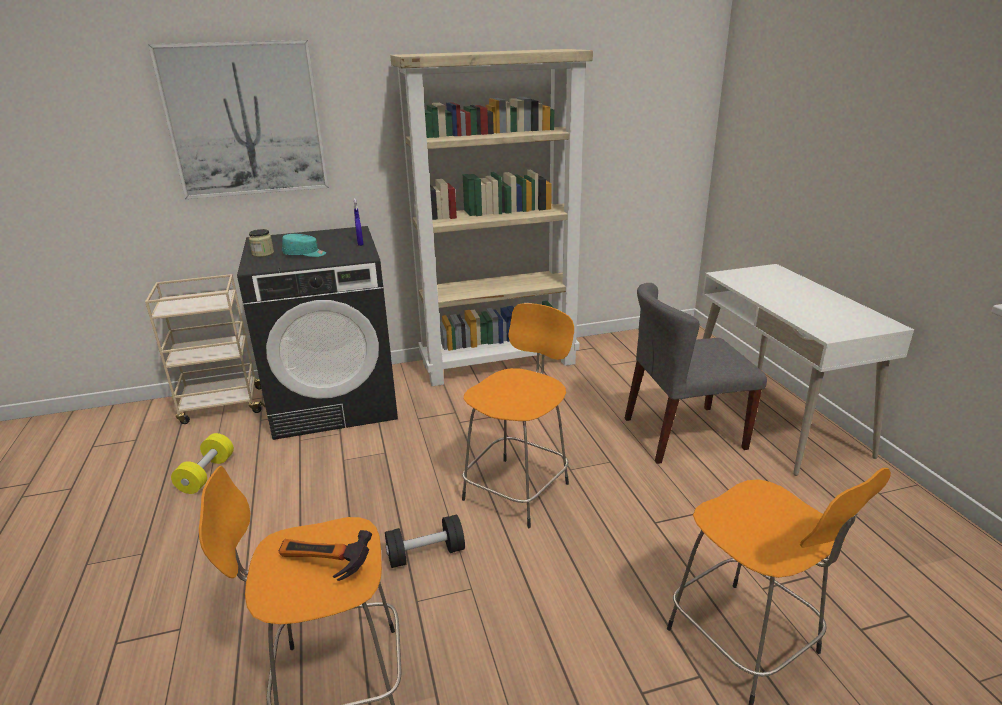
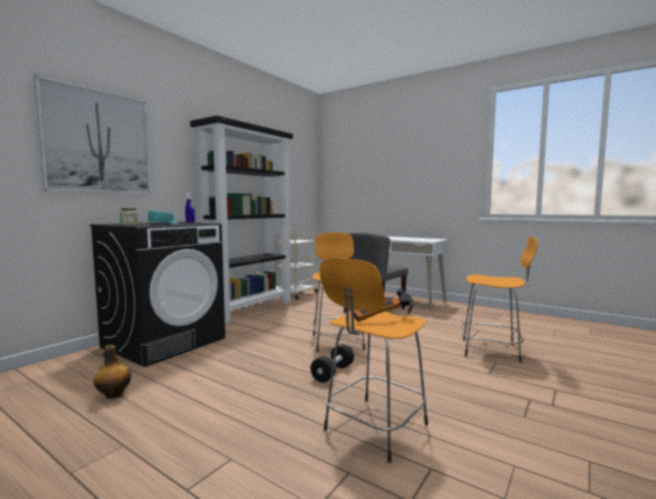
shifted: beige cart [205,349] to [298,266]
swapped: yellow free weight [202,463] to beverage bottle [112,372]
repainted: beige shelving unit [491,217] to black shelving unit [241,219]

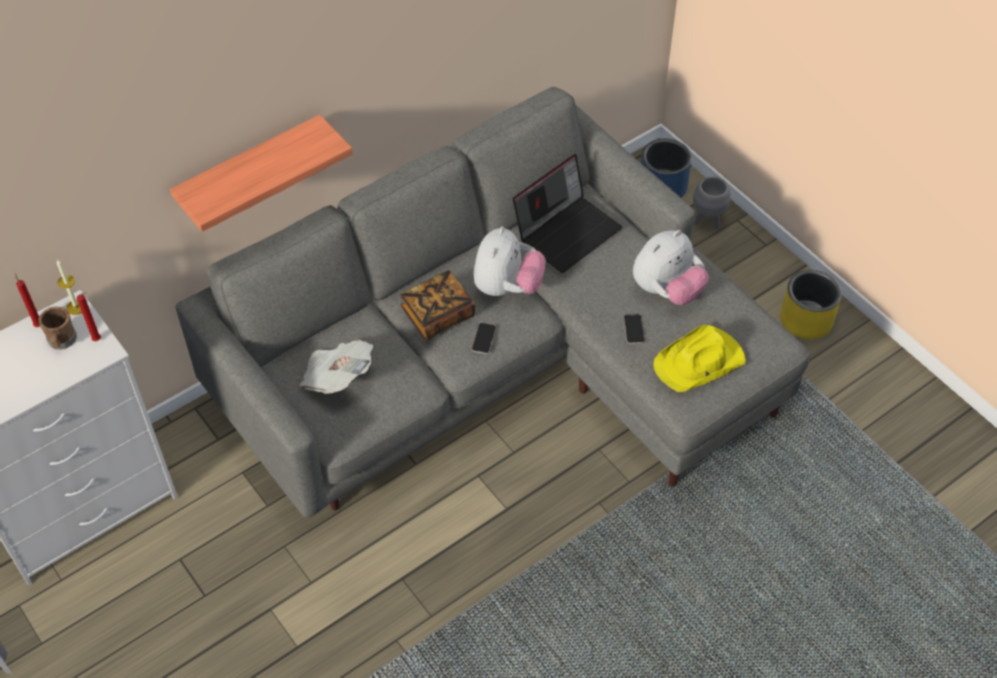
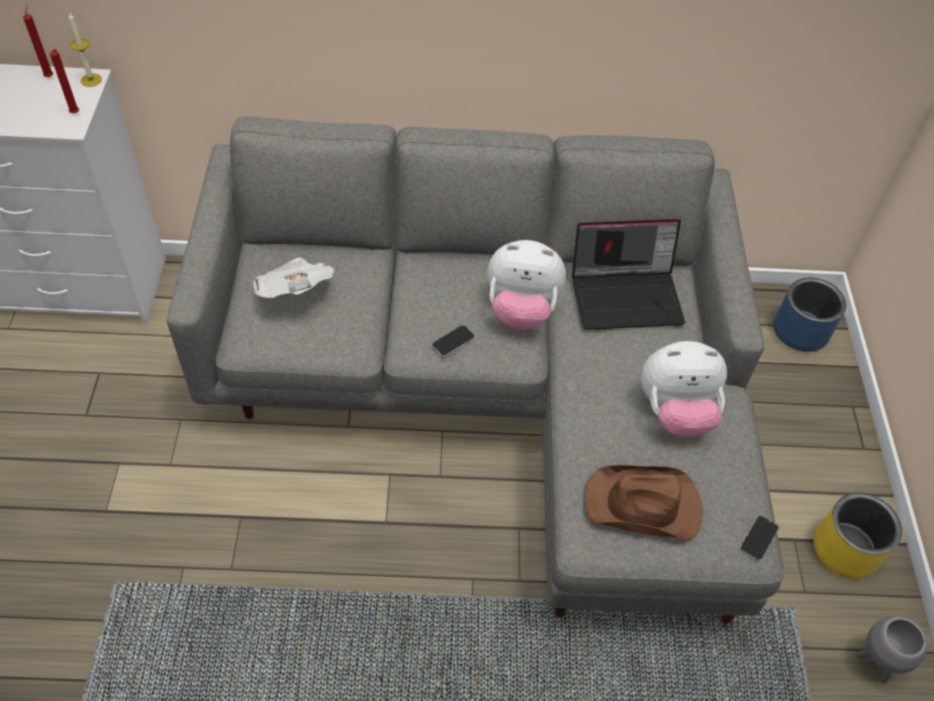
gone: brown mug [57,328]; bracket shelf [261,173]; bound book [437,305]
shifted: phone [634,329] to [759,538]; greyish plant pot [712,202] to [891,649]
repainted: yellow clothing hat [699,358] to brown clothing hat [644,502]
rotated: cuddly toy [509,261] = [527,285] 45 degrees clockwise

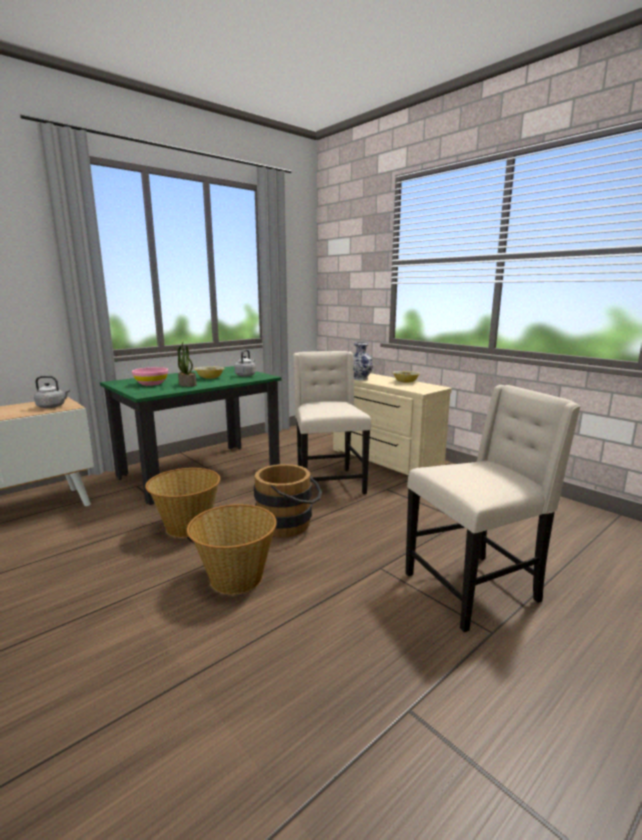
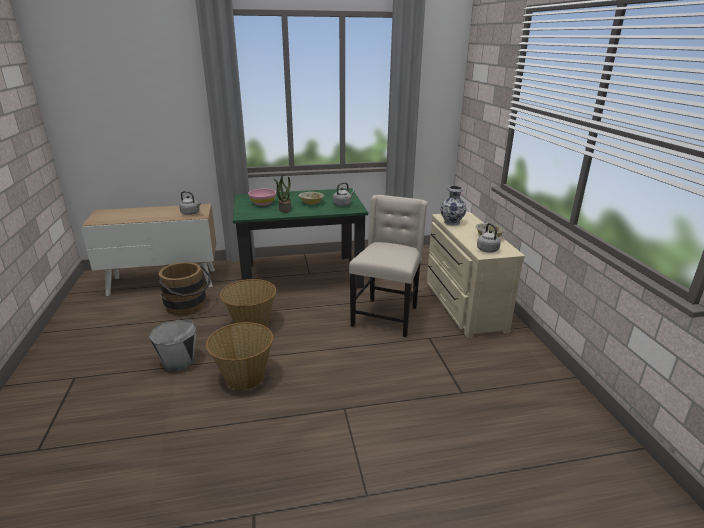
gone: beige plain chair [493,508]
new: greyish bucket [173,345]; greyish water kettle [489,238]
shifted: brown bucket [288,500] to [185,288]

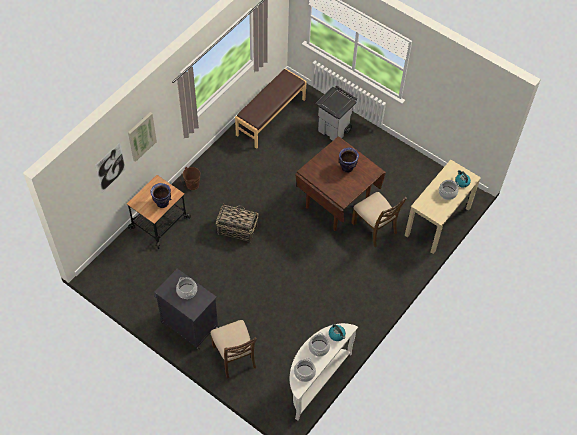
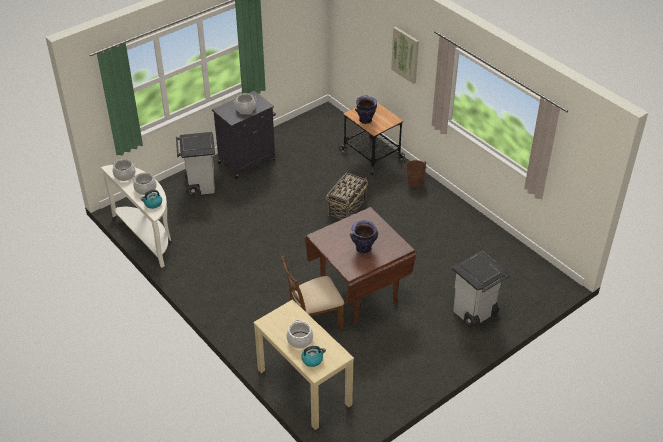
gone: wall art [110,167]; brown long seat [271,108]
swapped: brown plain chair [233,349] to greyish waste bin [195,164]

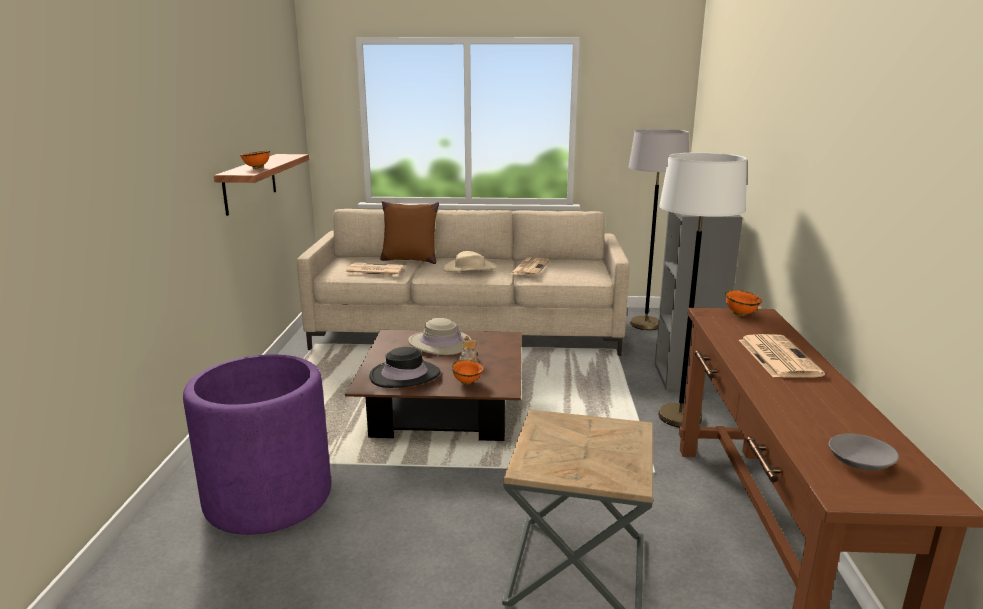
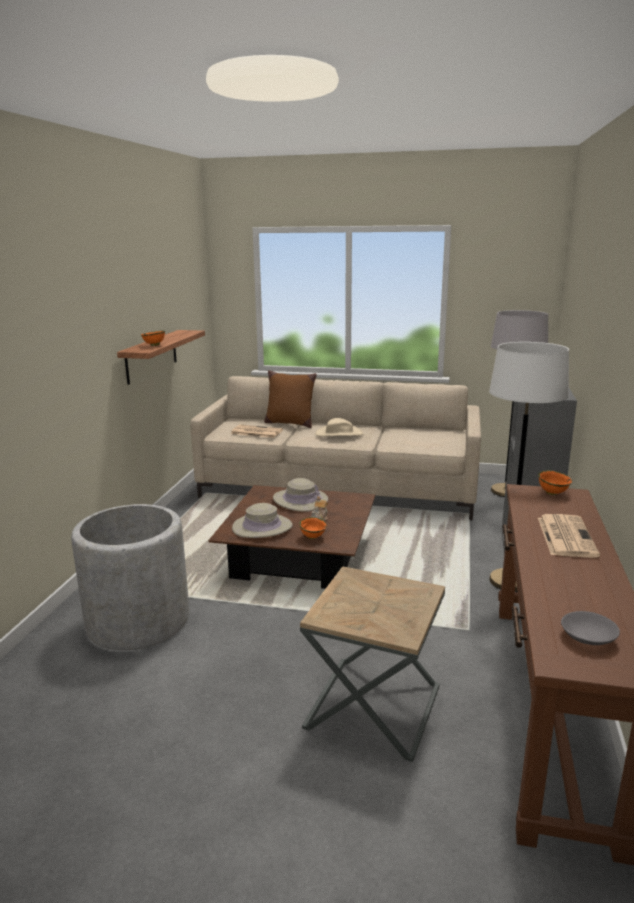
gone: printed paper [530,267]
repainted: purple-coloured plant pot [257,444] to greyish plant pot [130,577]; black clothing hat [404,367] to beige clothing hat [262,520]

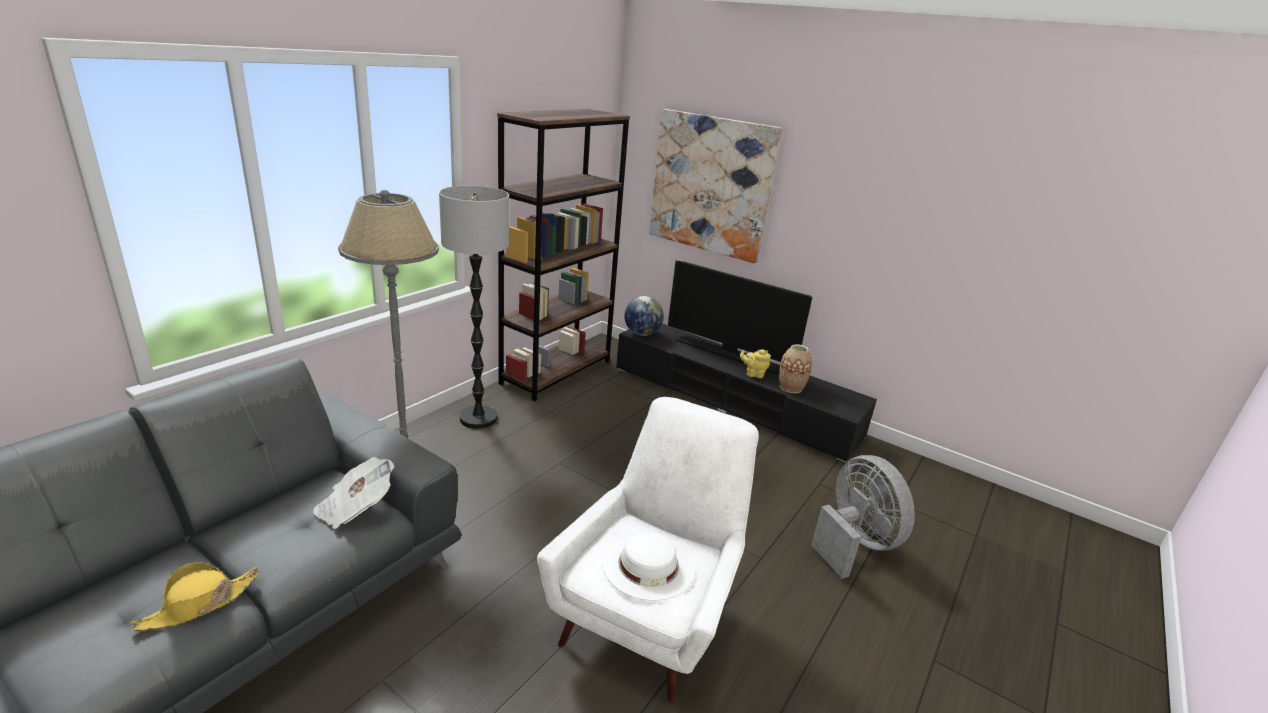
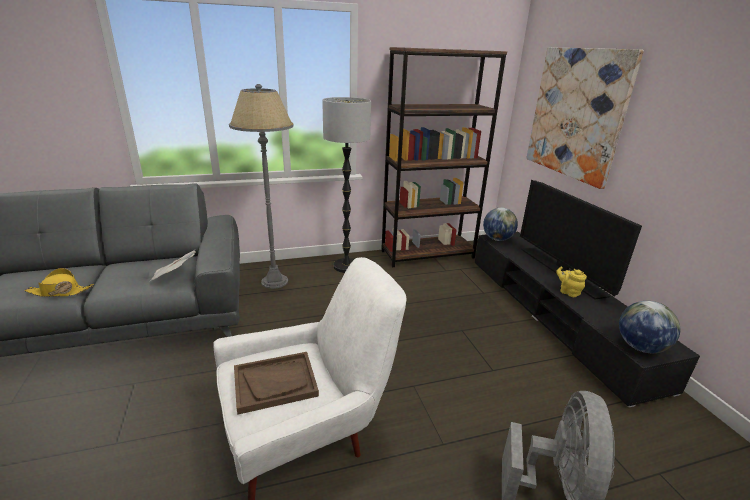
gone: decorative vase [795,368]
new: globe [649,327]
swapped: whitish clothing hat [648,566] to brown tray [276,383]

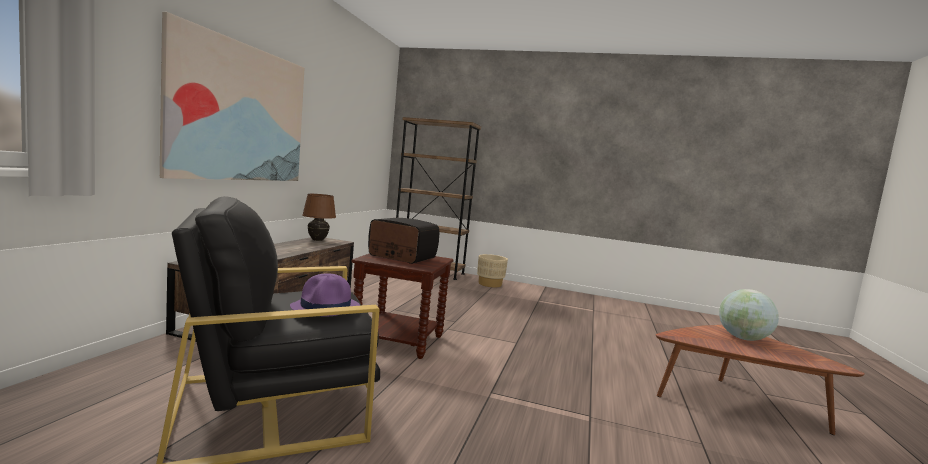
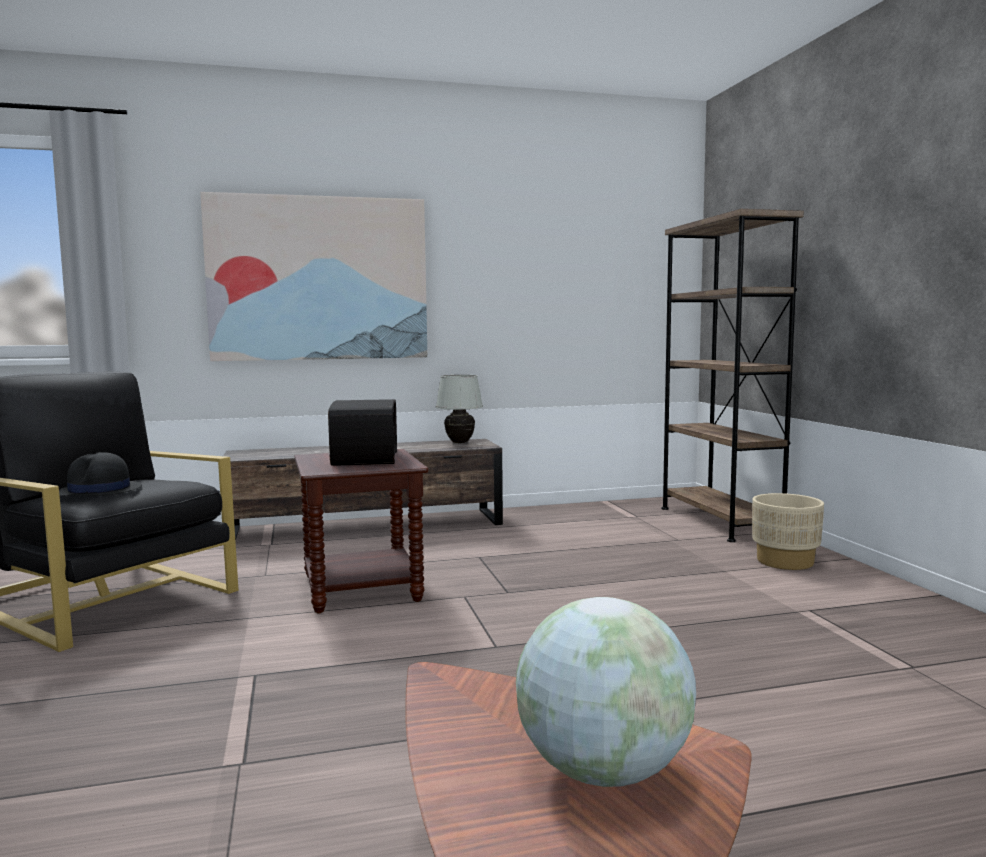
repainted: purple-coloured clothing hat [325,295] to black clothing hat [100,474]; brown table lamp [319,217] to whitish table lamp [459,409]

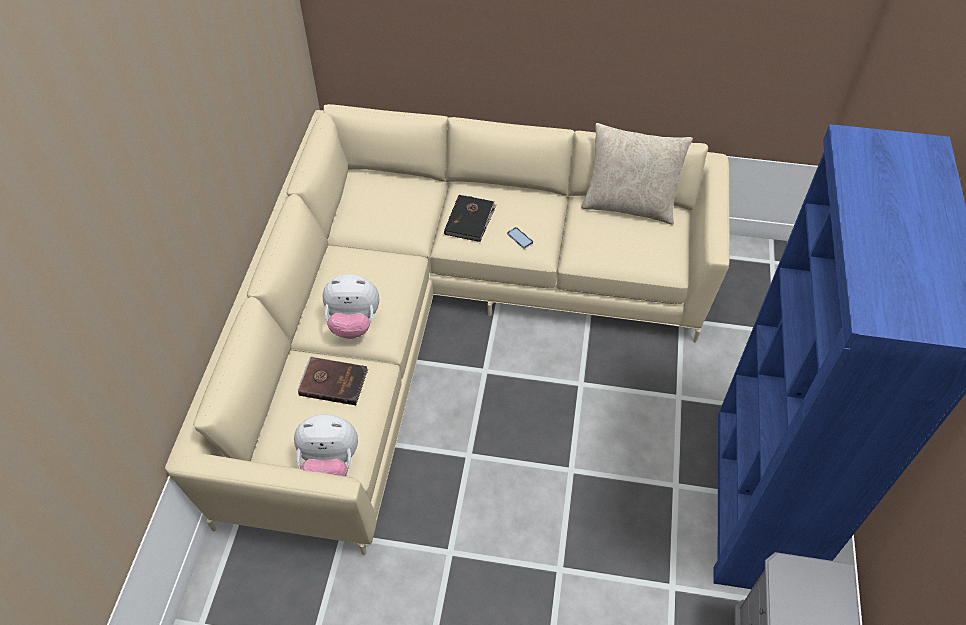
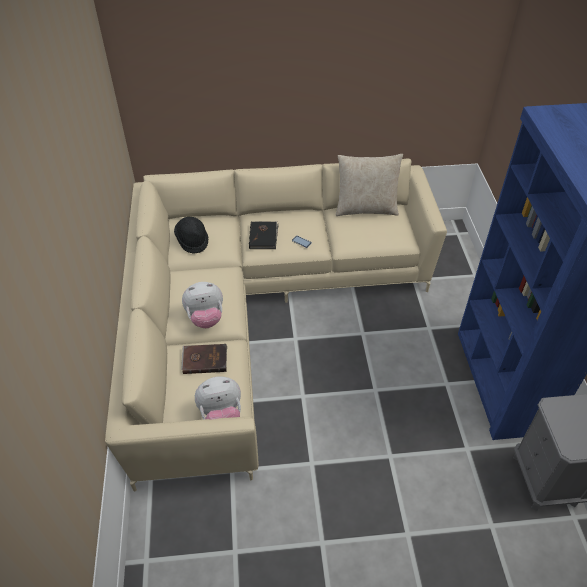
new: black clothing hat [191,235]

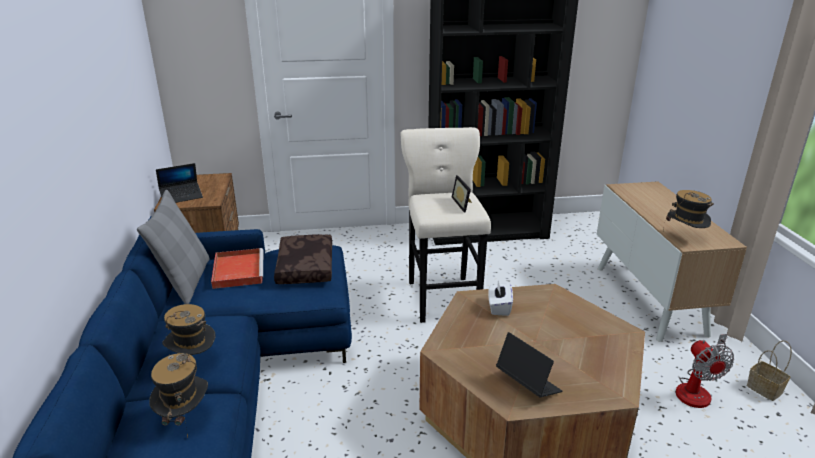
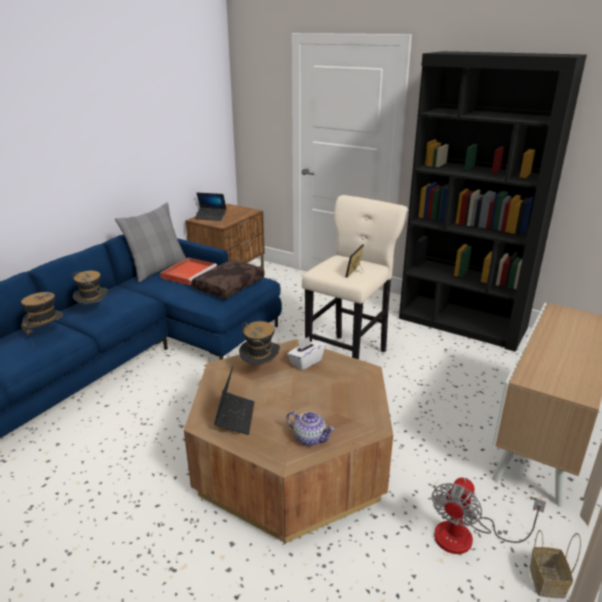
new: teapot [310,428]
shifted: clothing hat [688,210] to [259,343]

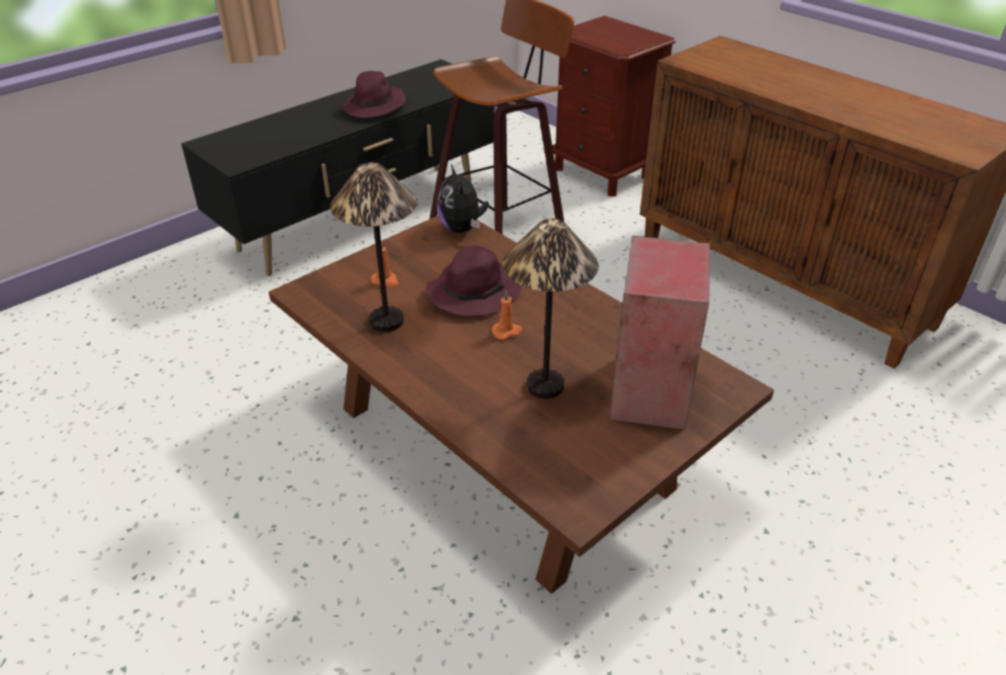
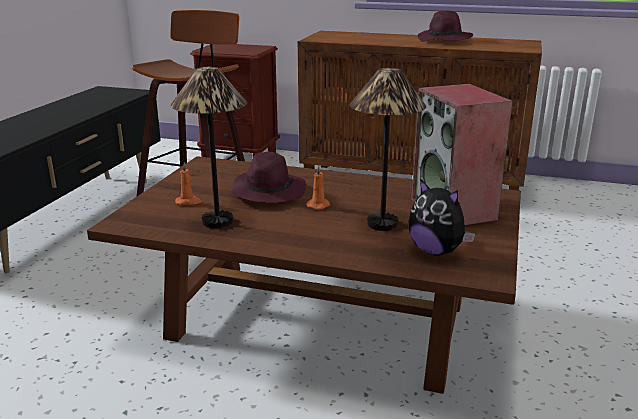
shifted: purple-coloured clothing hat [373,94] to [445,26]; cuddly toy [463,198] to [442,217]

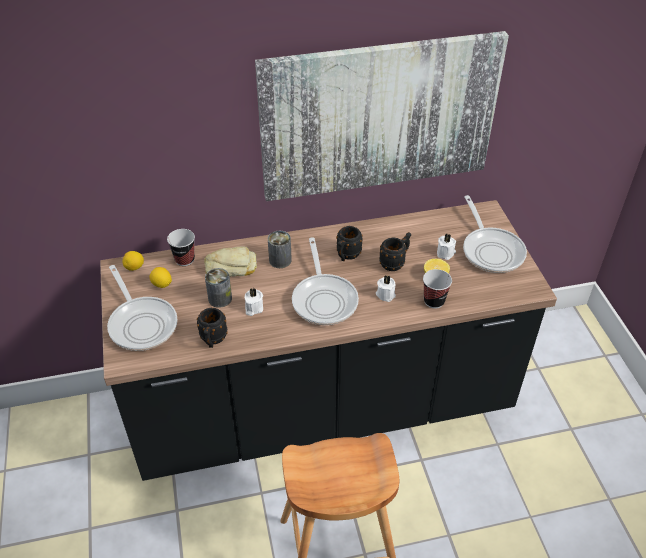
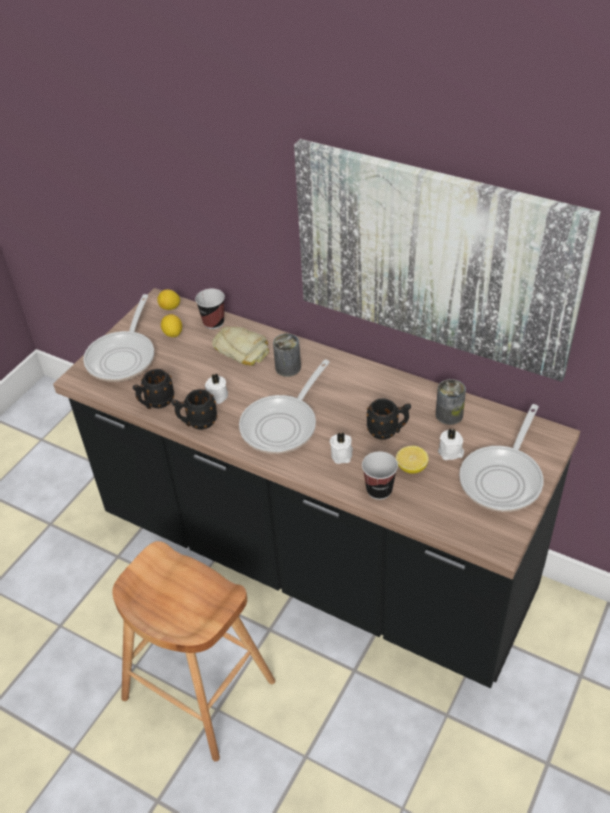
shifted: metal can [218,288] to [451,402]; black mug [349,243] to [195,409]

